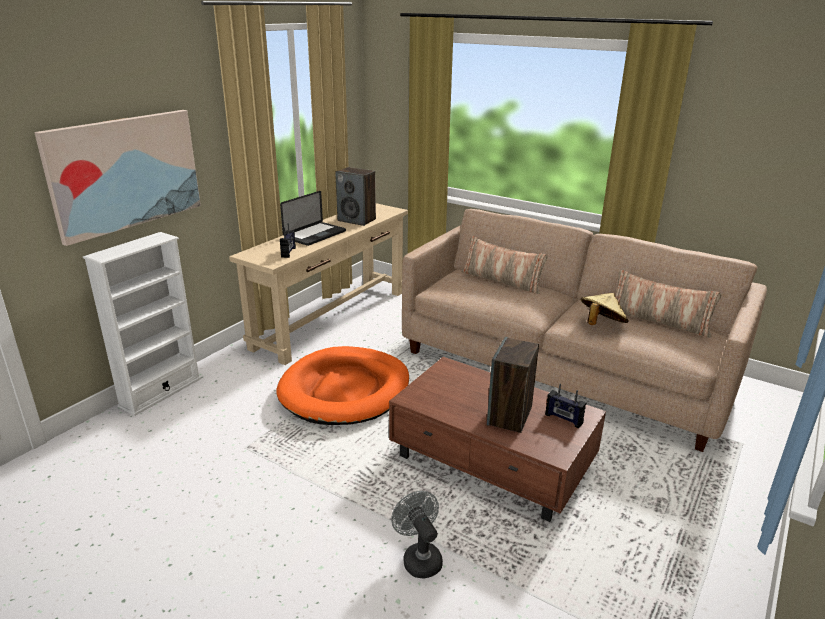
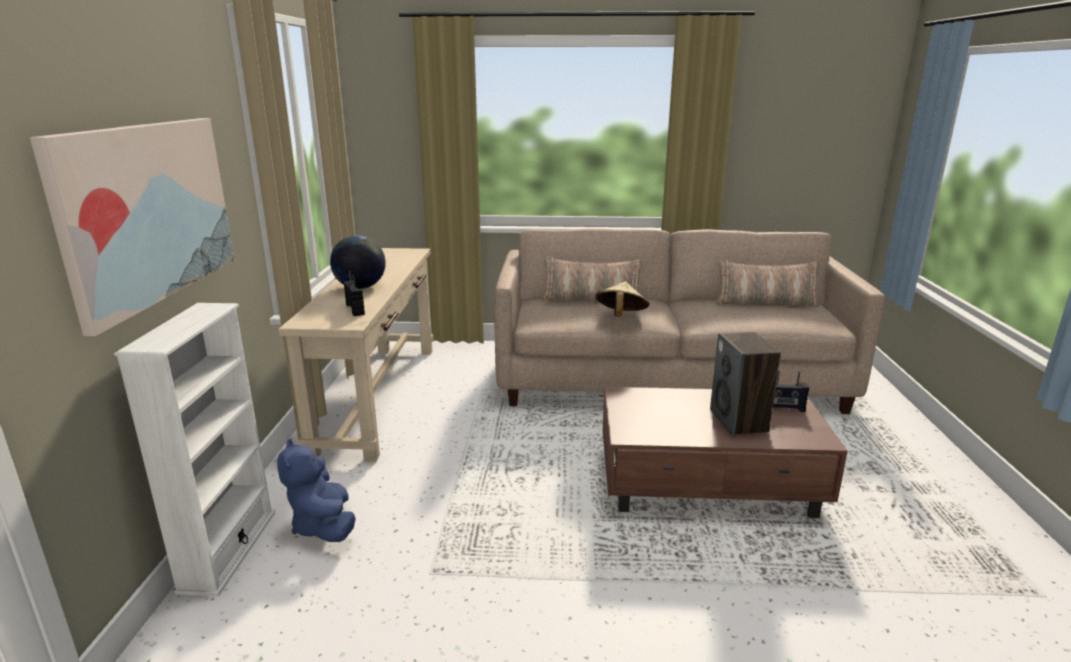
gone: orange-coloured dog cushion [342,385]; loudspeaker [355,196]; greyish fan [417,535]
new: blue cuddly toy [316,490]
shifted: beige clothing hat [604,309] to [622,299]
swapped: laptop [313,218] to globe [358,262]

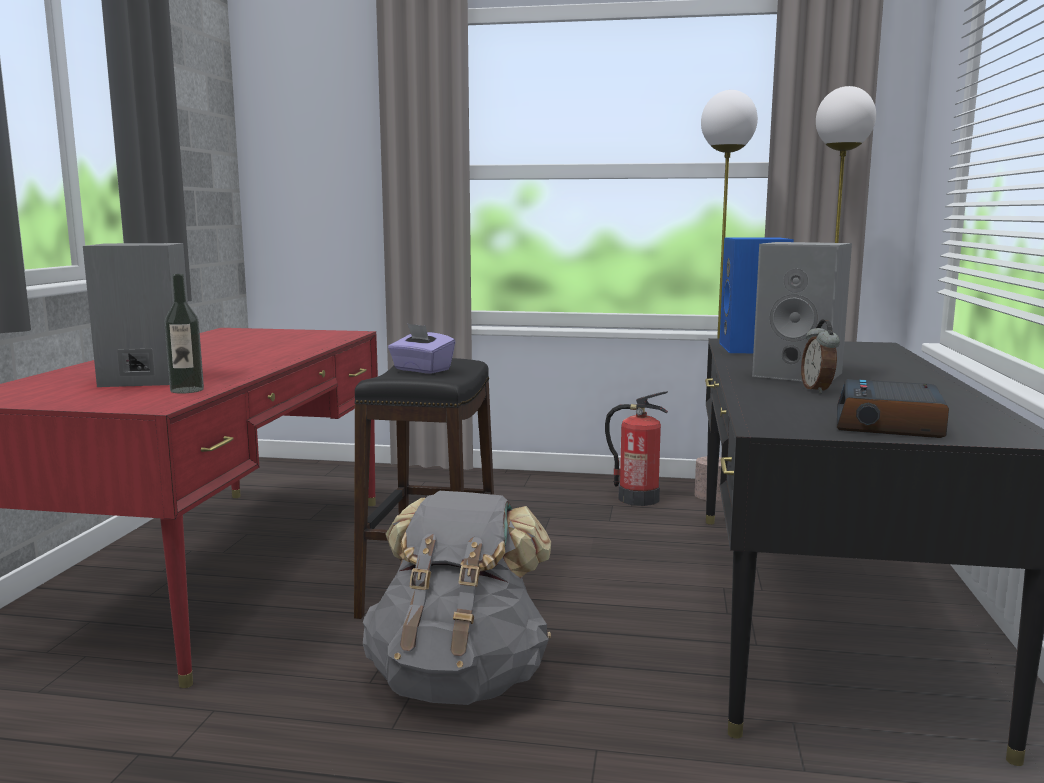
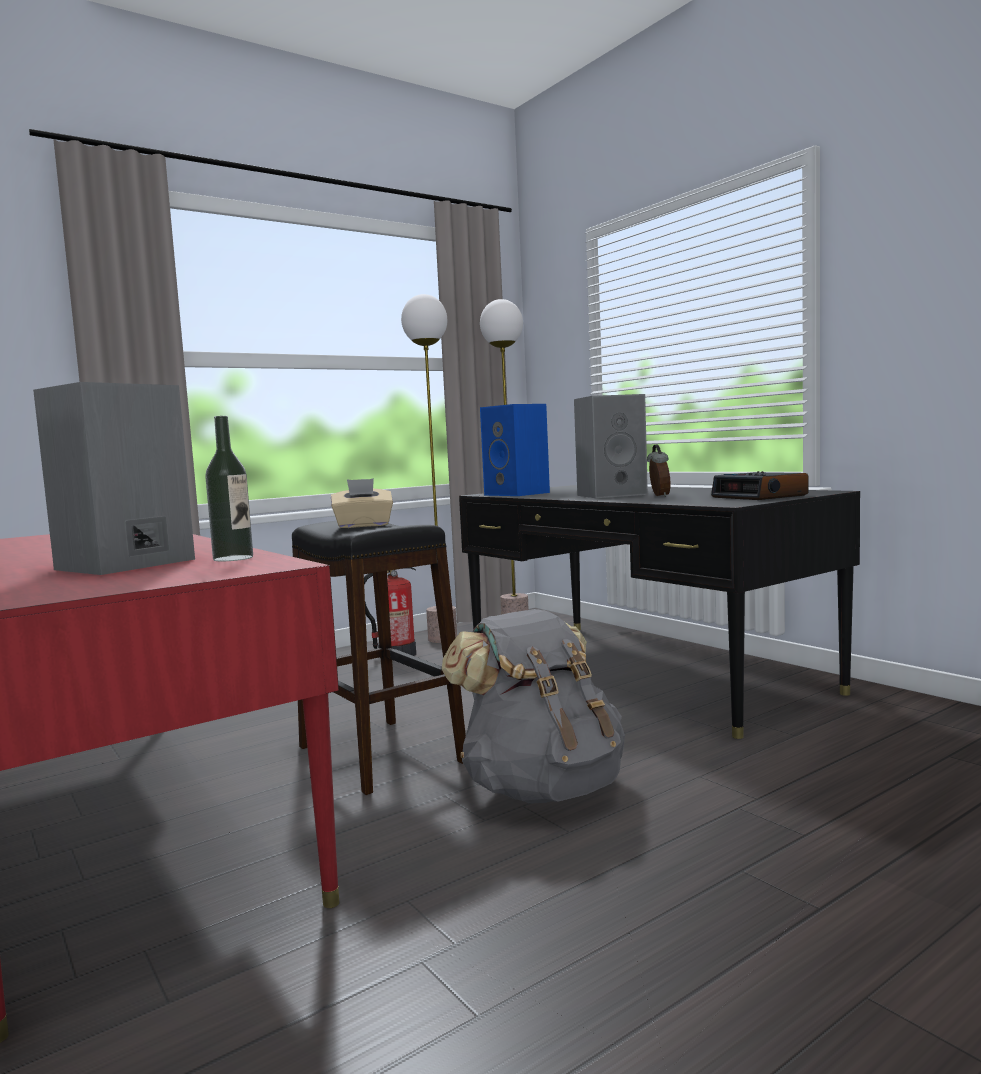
repainted: purple-coloured box of tissues [421,348] to beige box of tissues [362,503]
rotated: table clock [820,356] = [659,471] 135 degrees counterclockwise

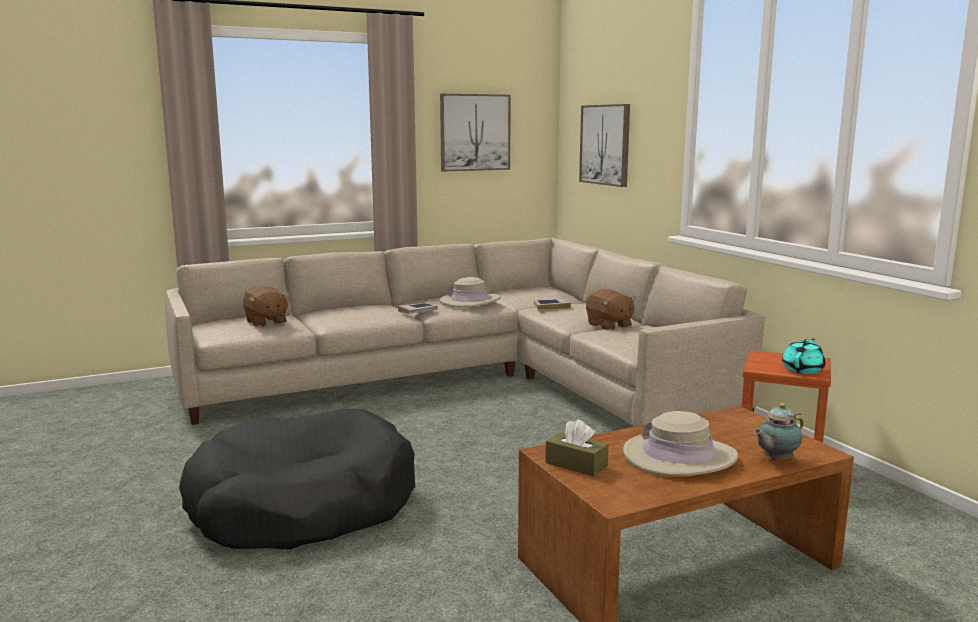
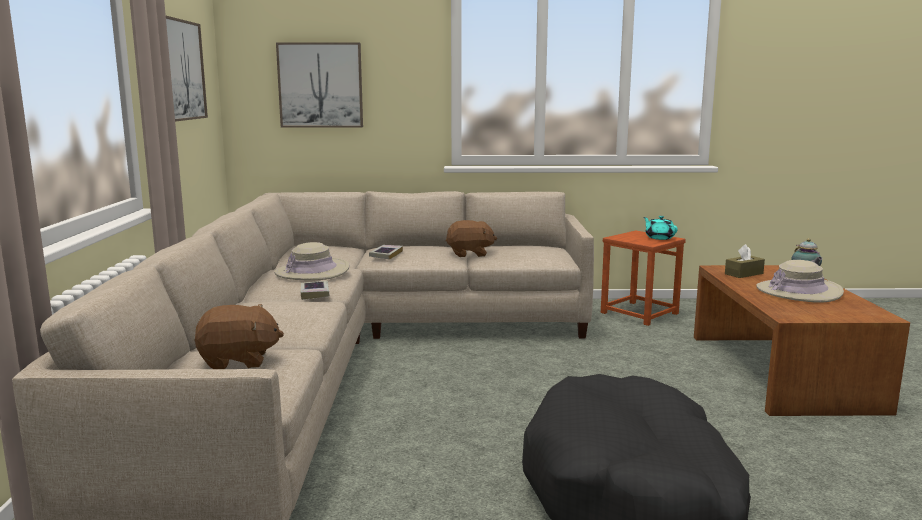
shifted: brown box of tissues [576,448] to [745,261]

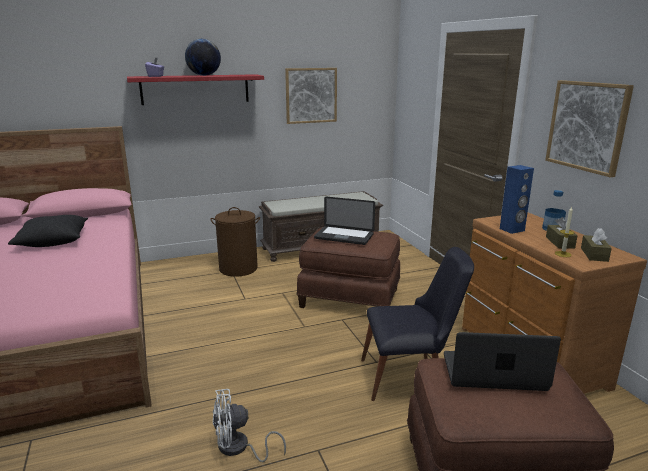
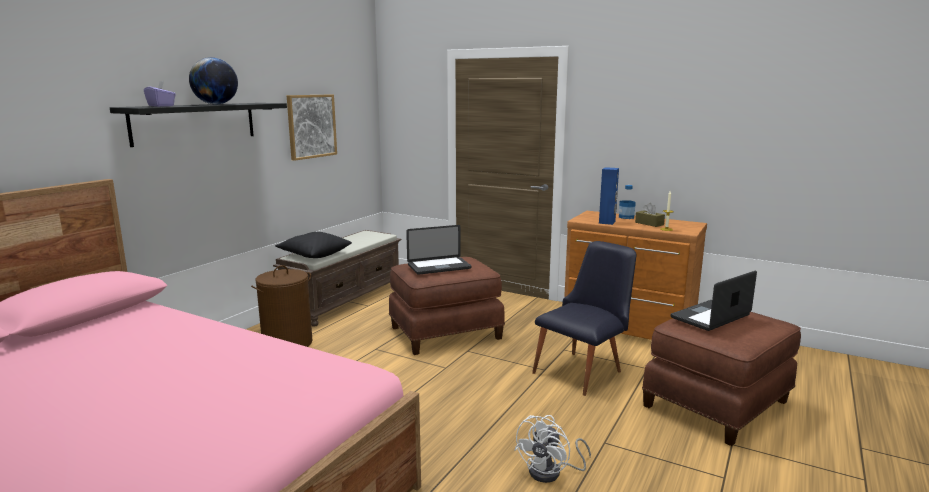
gone: wall art [589,129]; brown box of tissues [596,245]
shifted: black pillow [48,231] to [313,245]
repainted: red-coloured bracket shelf [195,89] to black bracket shelf [198,125]

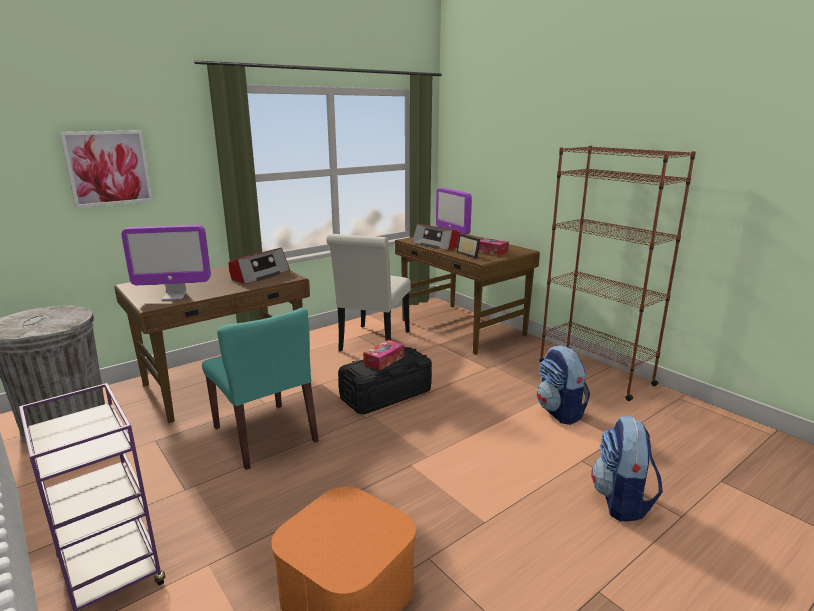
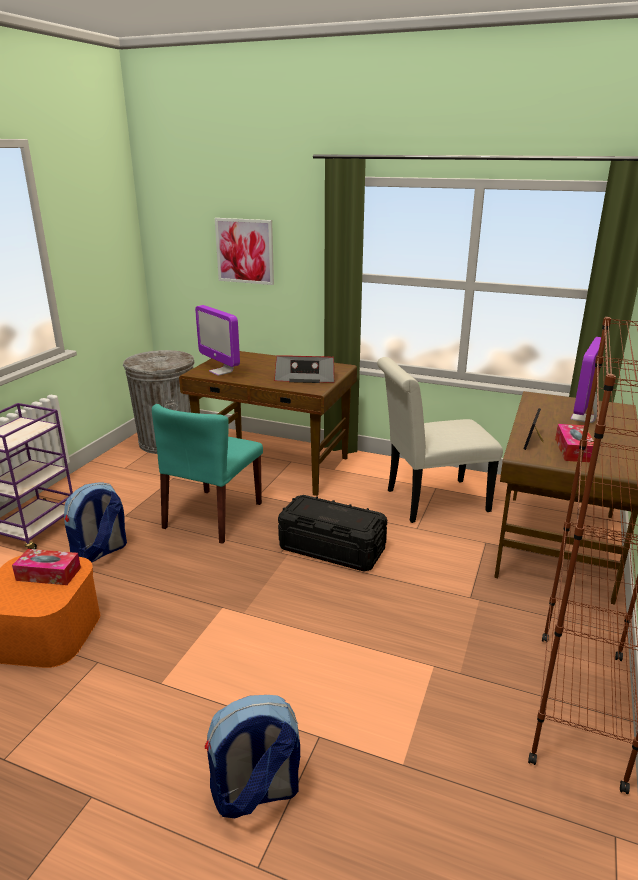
gone: radio [436,237]
shifted: box of tissues [383,355] to [46,567]; rucksack [563,385] to [95,522]

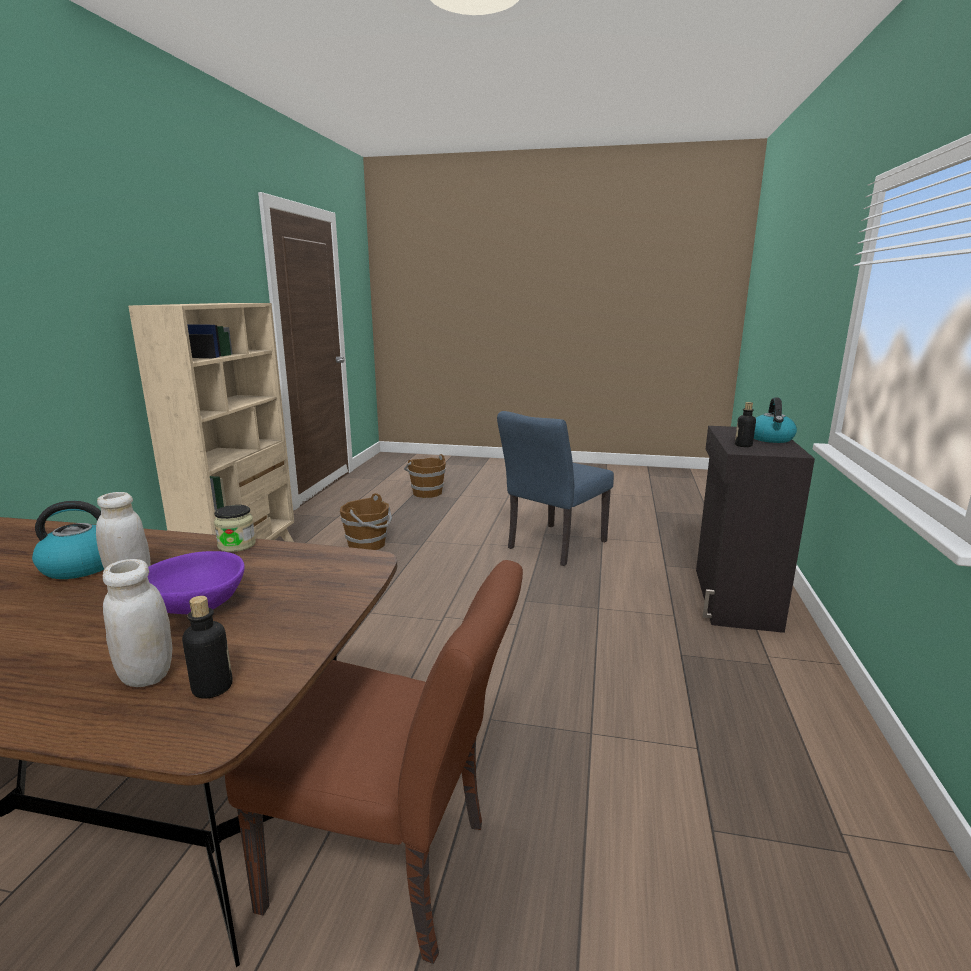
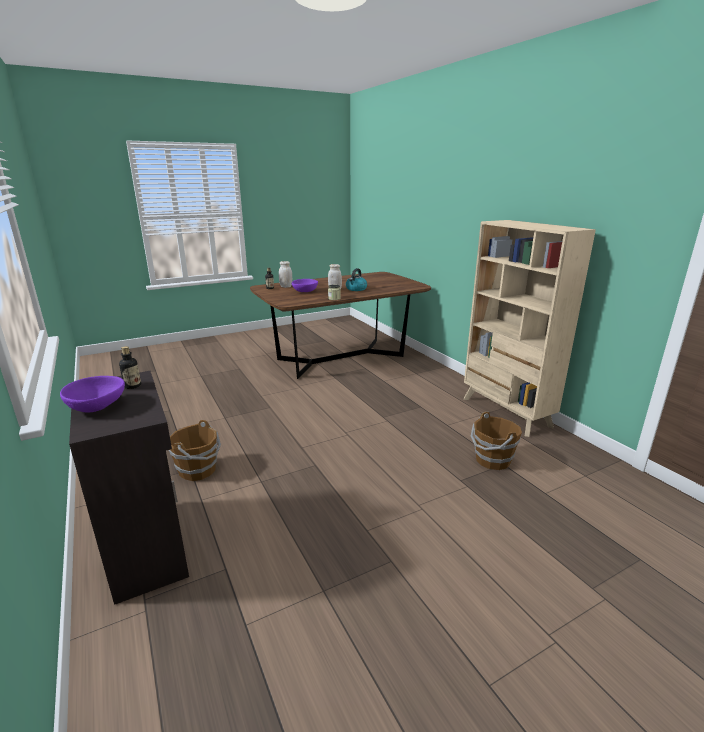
gone: brown plain chair [374,762]; blue plain chair [555,488]
shifted: brown bucket [425,476] to [195,450]
swapped: water kettle [775,420] to purple-coloured serving bowl [92,394]

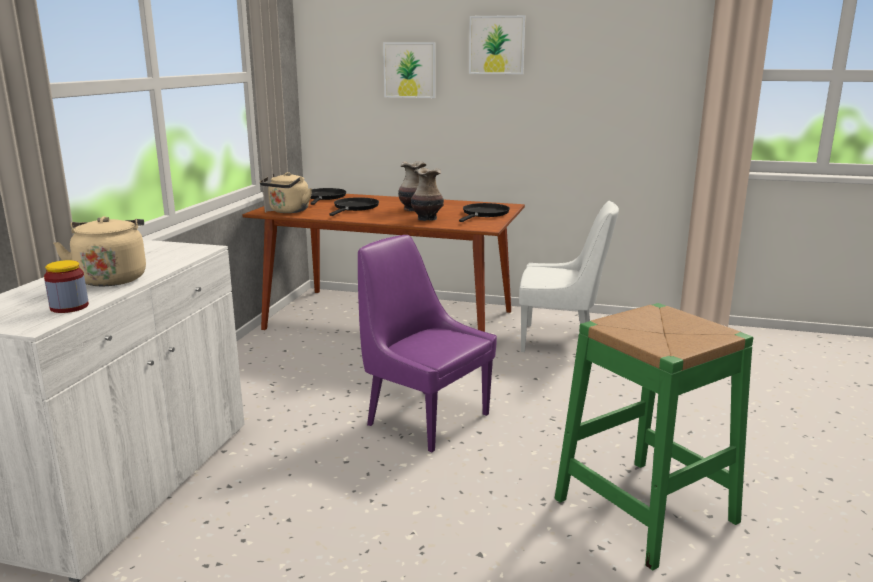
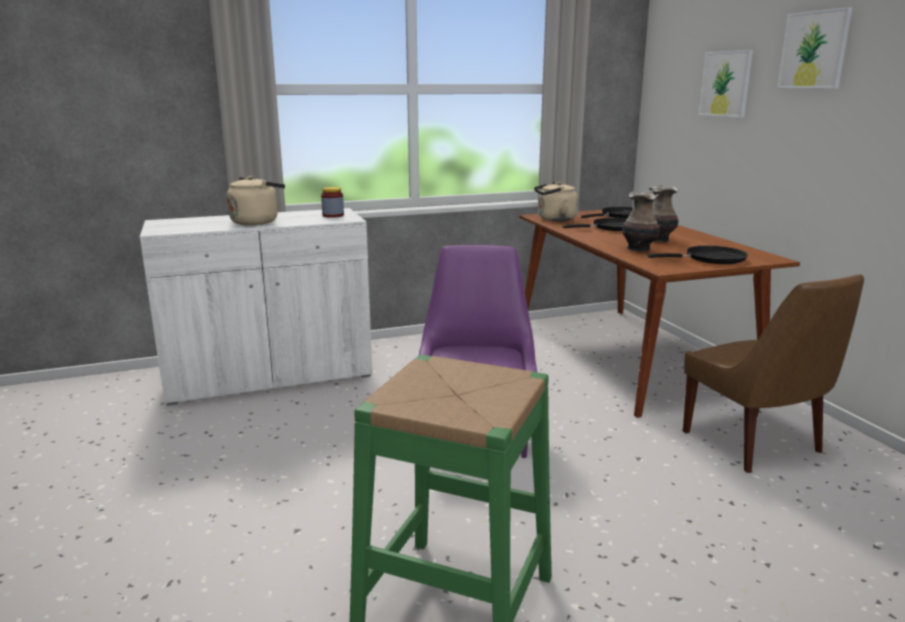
shifted: preserve jar [66,286] to [332,202]
repainted: whitish plain chair [569,276] to brown plain chair [773,373]

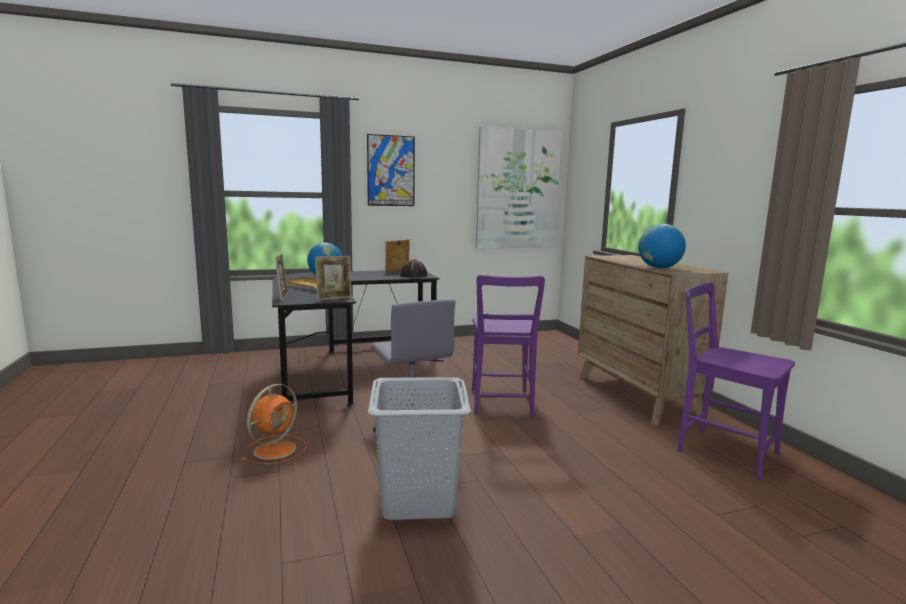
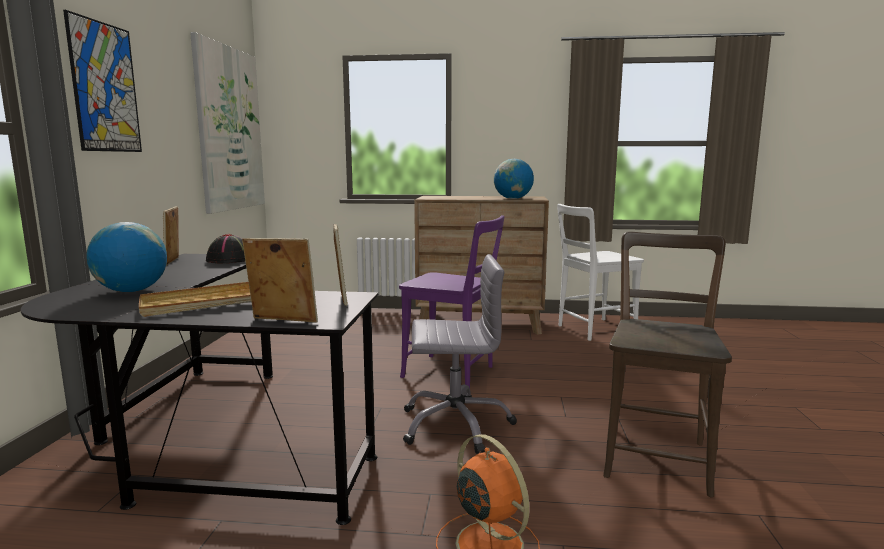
swapped: greyish laundry basket [419,448] to brown plain chair [667,365]
repainted: purple-coloured plain chair [736,381] to whitish plain chair [600,272]

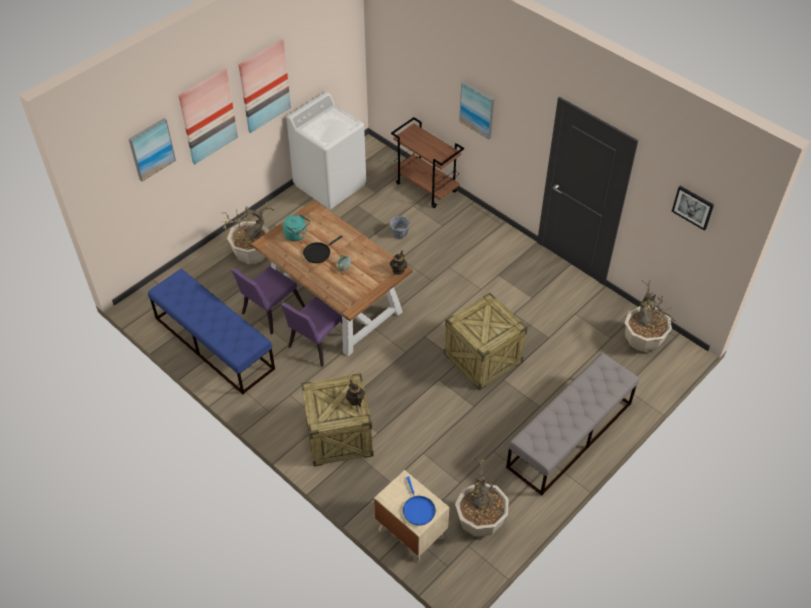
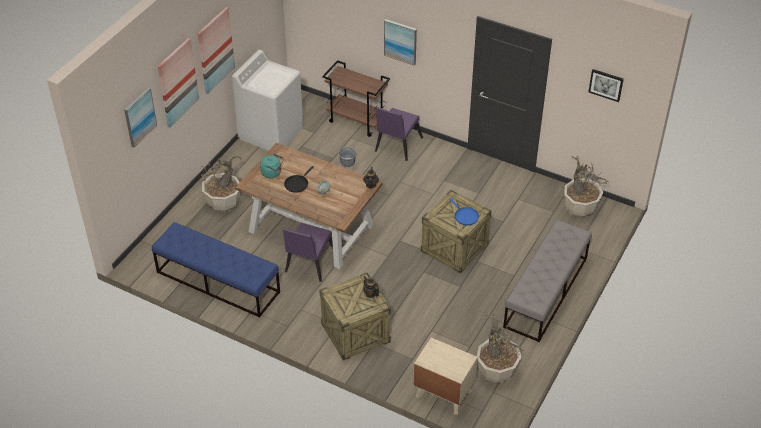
shifted: purple-coloured plain chair [268,300] to [399,134]; blue skillet [419,500] to [464,211]

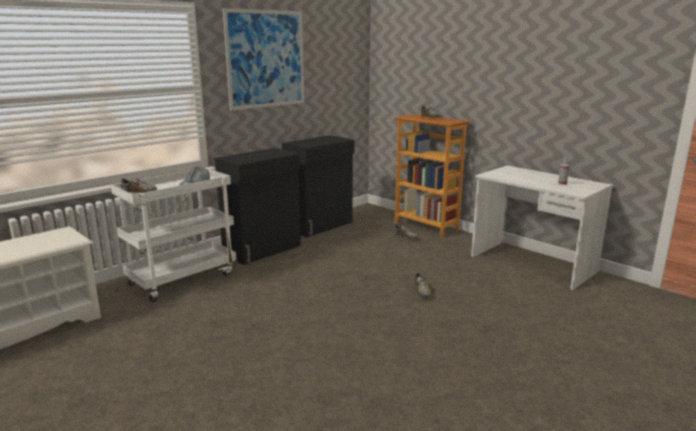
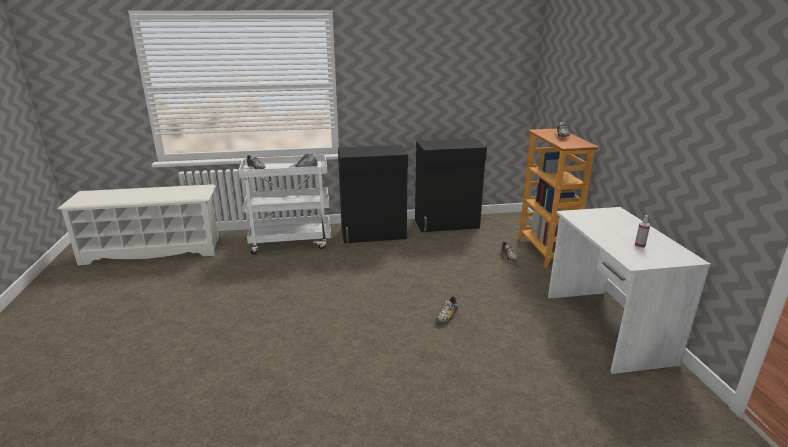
gone: wall art [263,59]

